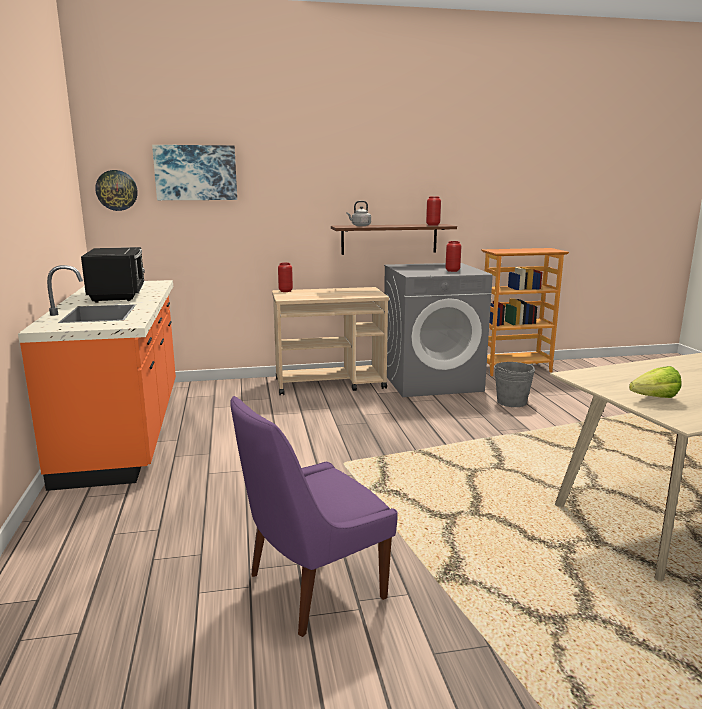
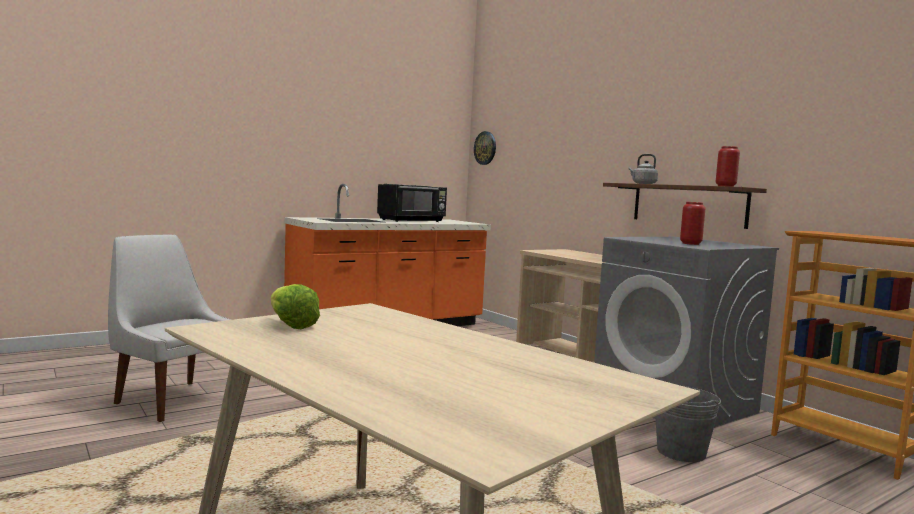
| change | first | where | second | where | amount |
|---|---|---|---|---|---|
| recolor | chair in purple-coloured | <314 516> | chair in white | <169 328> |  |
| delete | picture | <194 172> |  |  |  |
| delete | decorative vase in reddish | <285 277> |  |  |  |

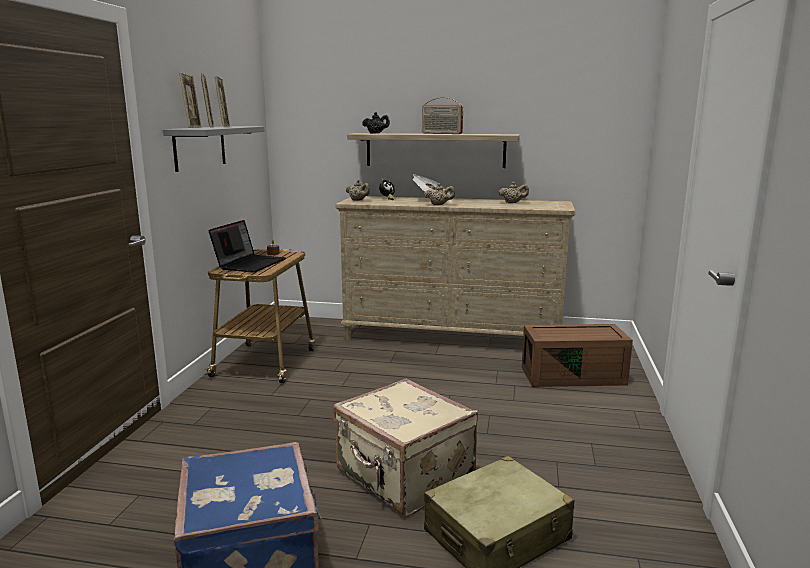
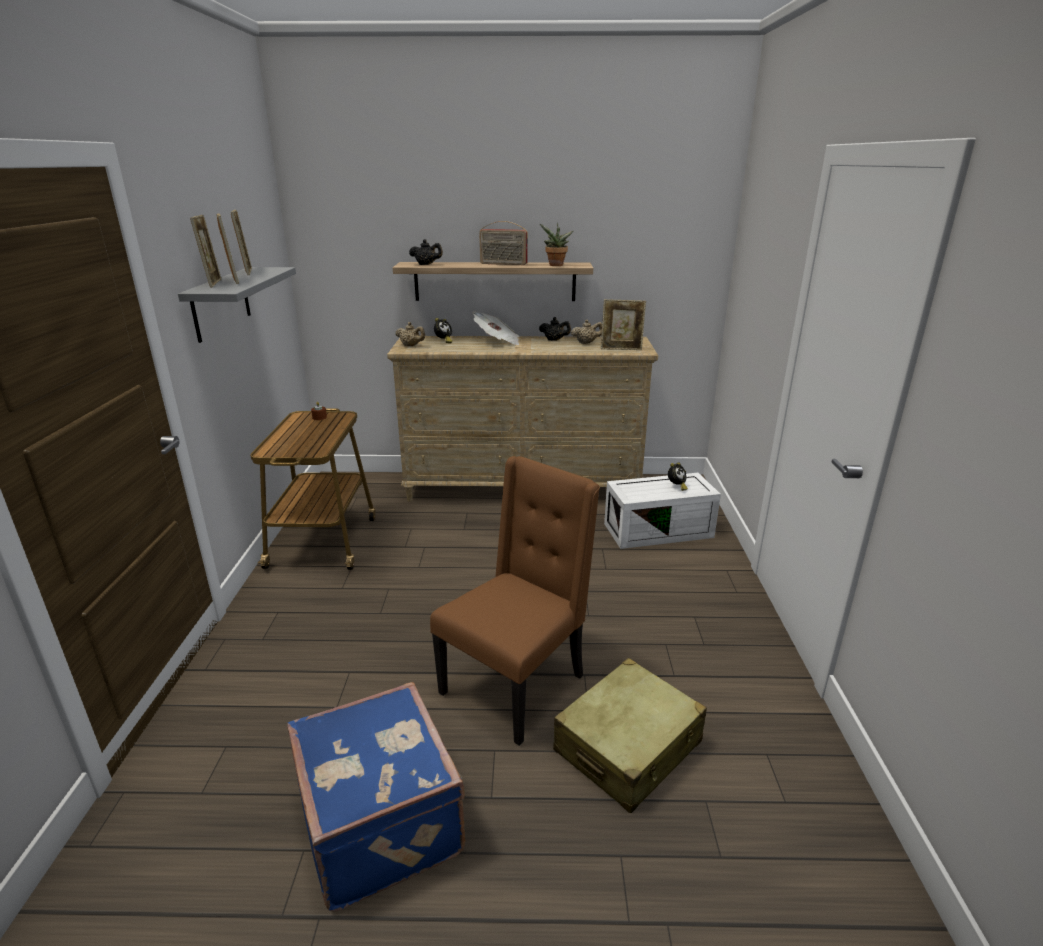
| change | first | where | second | where | amount |
|---|---|---|---|---|---|
| replace | travel case in beige-coloured | <405 447> | chair in brown-coloured | <515 601> |  |
| insert |  |  | pot for tea in black | <555 329> |  |
| insert |  |  | houseplant | <557 244> |  |
| insert |  |  | photo frame | <623 324> |  |
| recolor | storage box in brown-coloured | <577 355> | storage box in white | <662 511> |  |
| insert |  |  | bedside clock | <678 477> |  |
| delete | laptop | <247 246> |  |  |  |
| delete | pot for tea in beige-coloured | <439 194> |  |  |  |

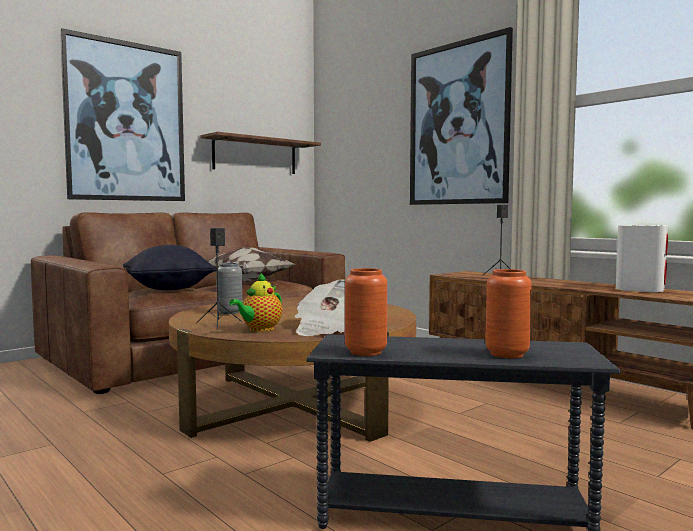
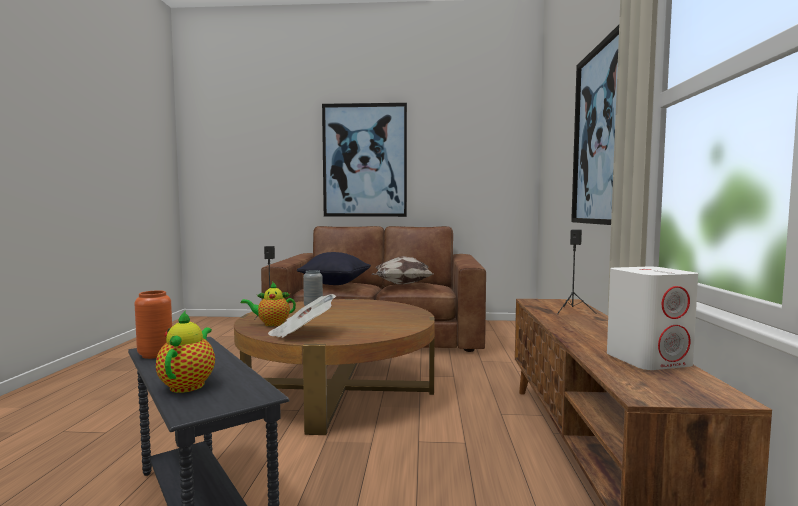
| change | first | where | second | where | amount |
|---|---|---|---|---|---|
| replace | decorative vase in orange-coloured | <508 313> | pot for tea | <185 352> |  |
| delete | shelf in brown-coloured | <260 153> |  |  |  |

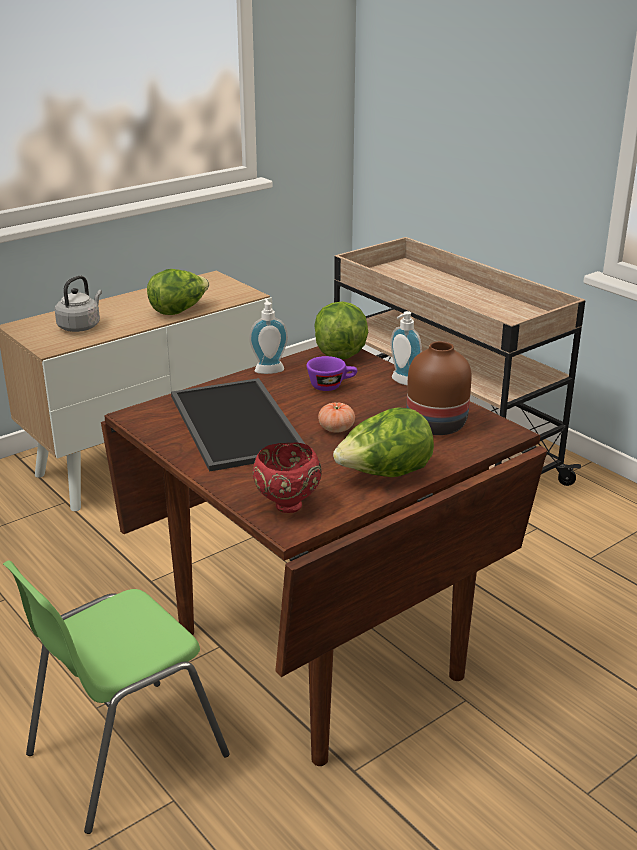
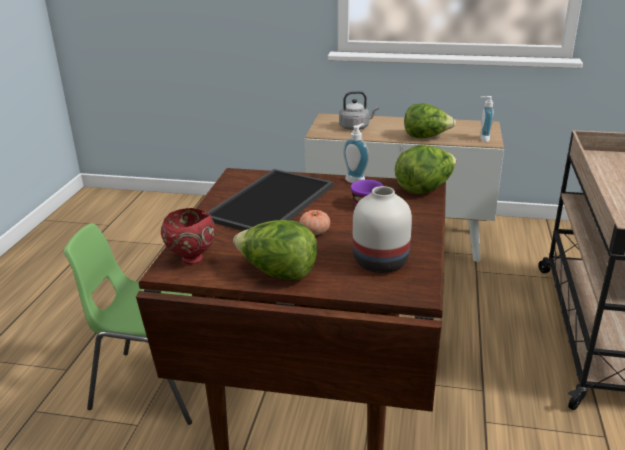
| change | first | where | second | where | amount |
|---|---|---|---|---|---|
| recolor | decorative vase in brown-coloured | <439 388> | decorative vase in white | <382 229> |  |
| move | soap bottle | <406 348> |  | <486 119> |  |

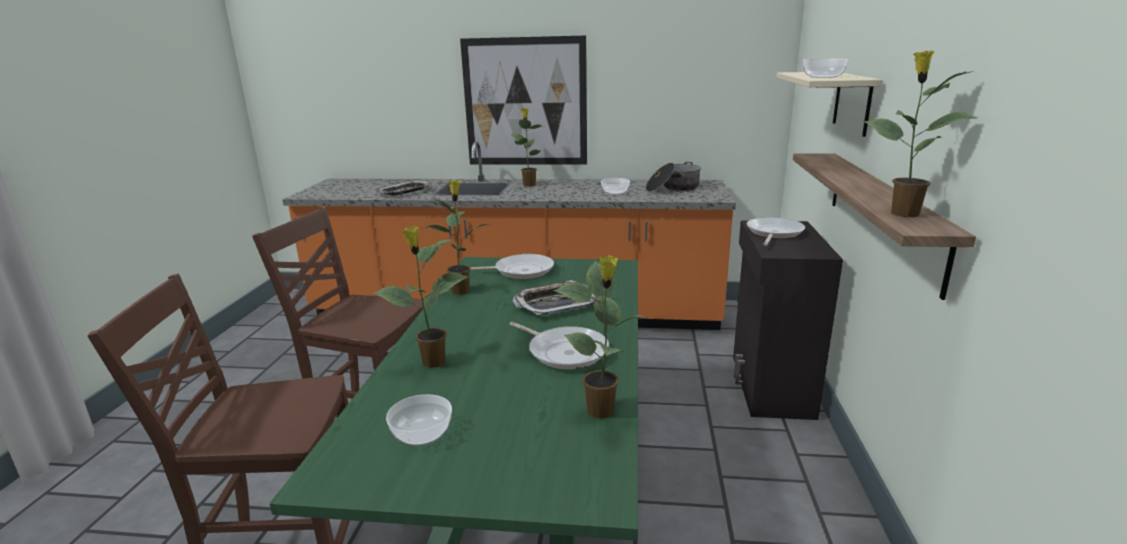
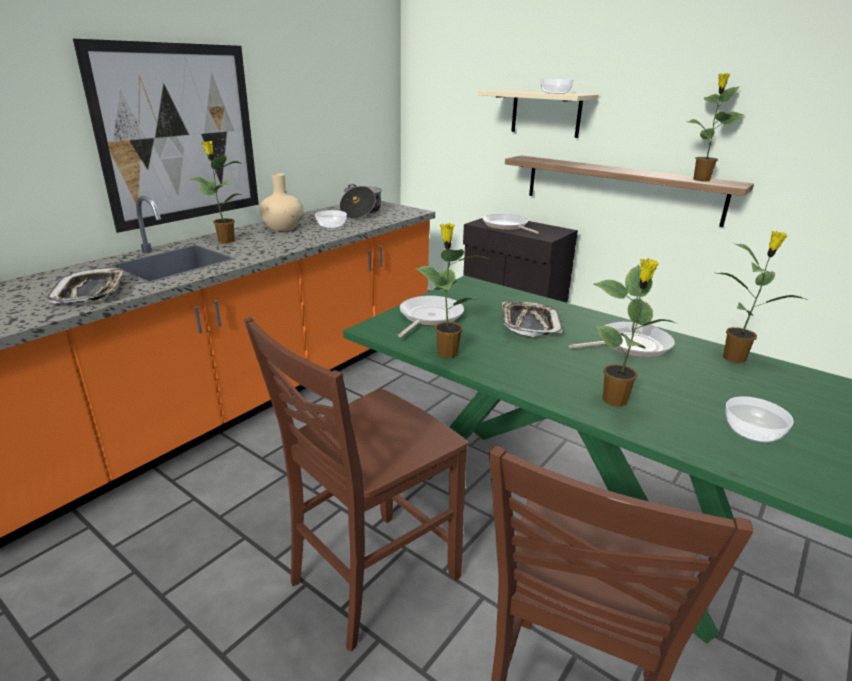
| change | first | where | second | where | amount |
|---|---|---|---|---|---|
| insert |  |  | decorative vase in beige-coloured | <281 202> |  |

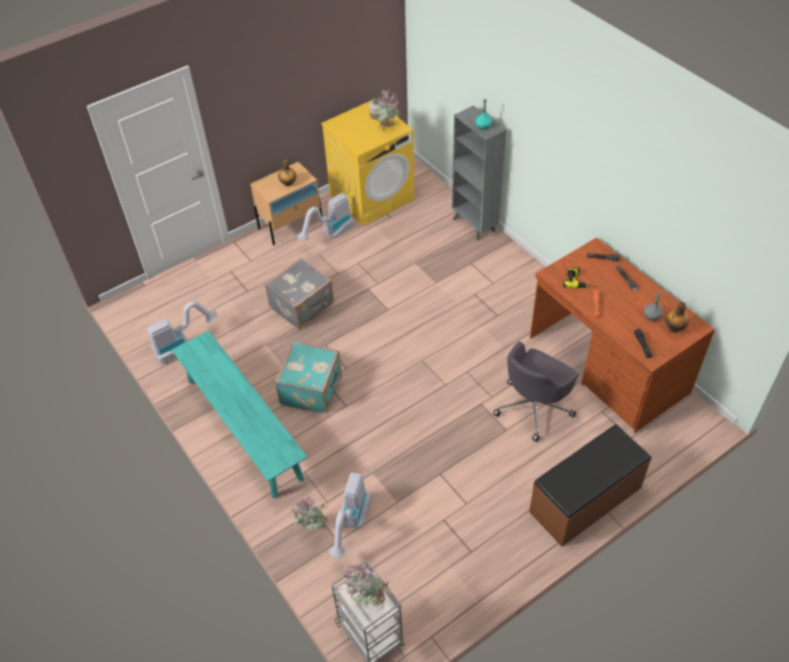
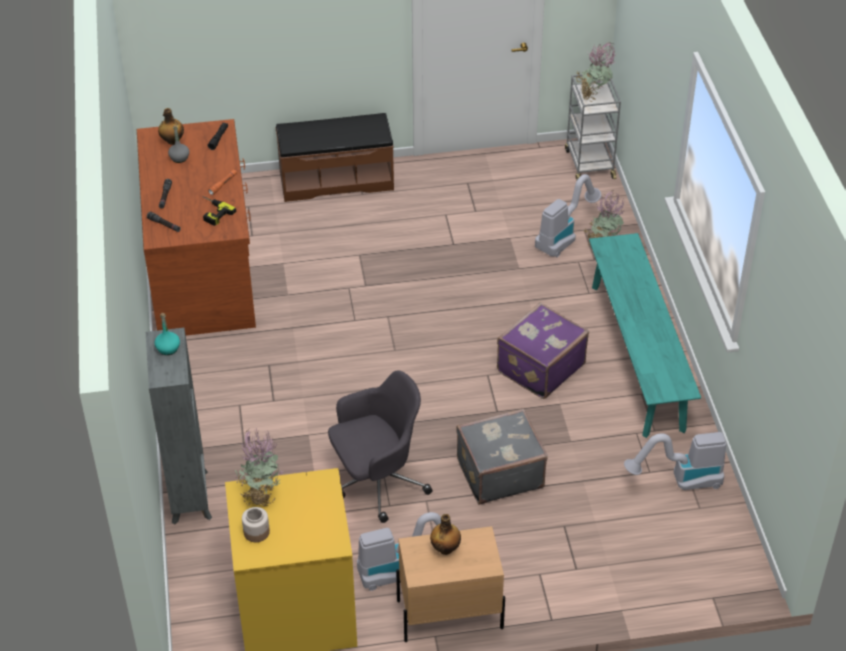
| change | first | where | second | where | amount |
|---|---|---|---|---|---|
| move | office chair in grey | <536 391> |  | <380 446> |  |
| recolor | travel case in blue-green | <308 377> | travel case in purple-coloured | <543 350> |  |

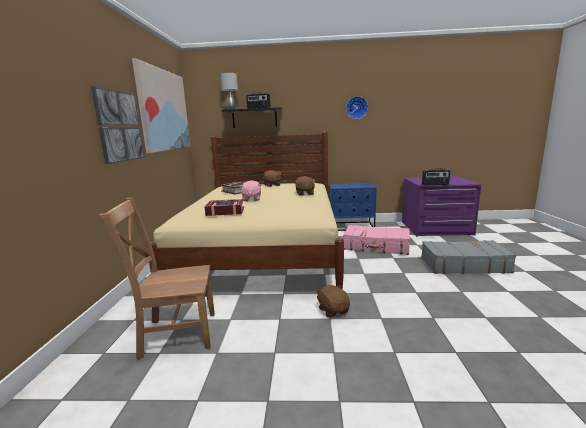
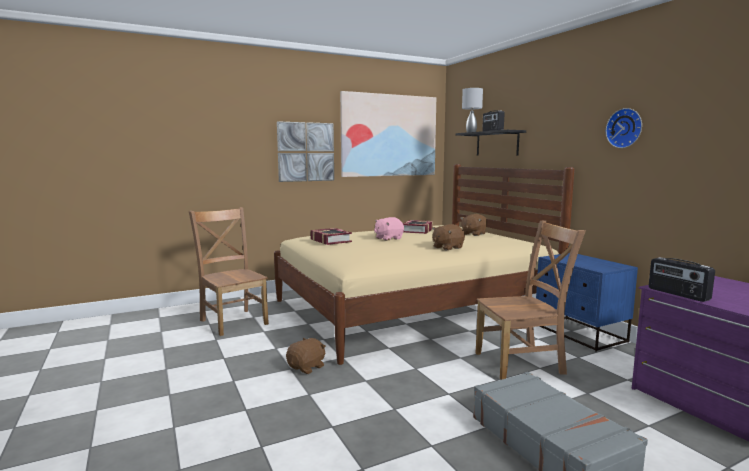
| change | first | where | second | where | amount |
|---|---|---|---|---|---|
| replace | travel case in pink | <376 240> | chair in brown-coloured | <531 300> |  |

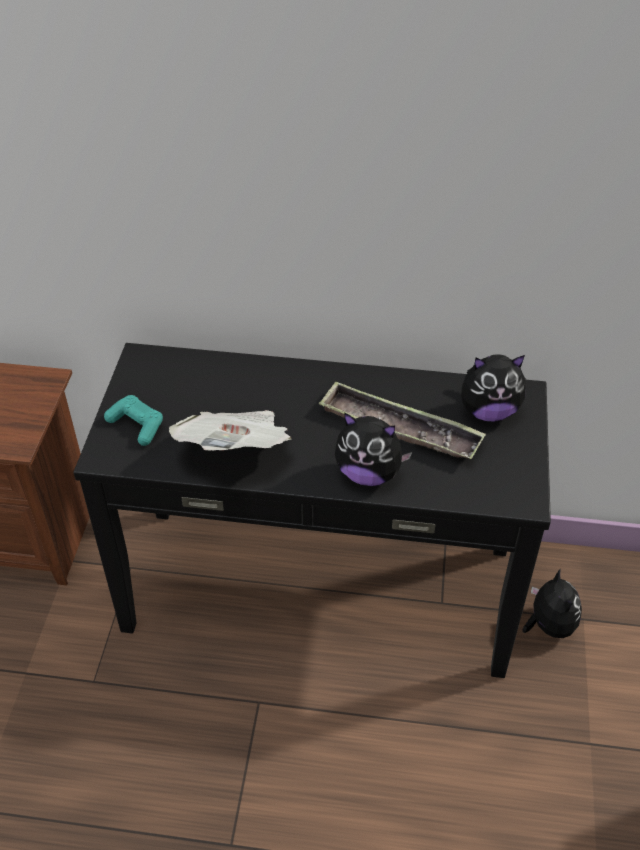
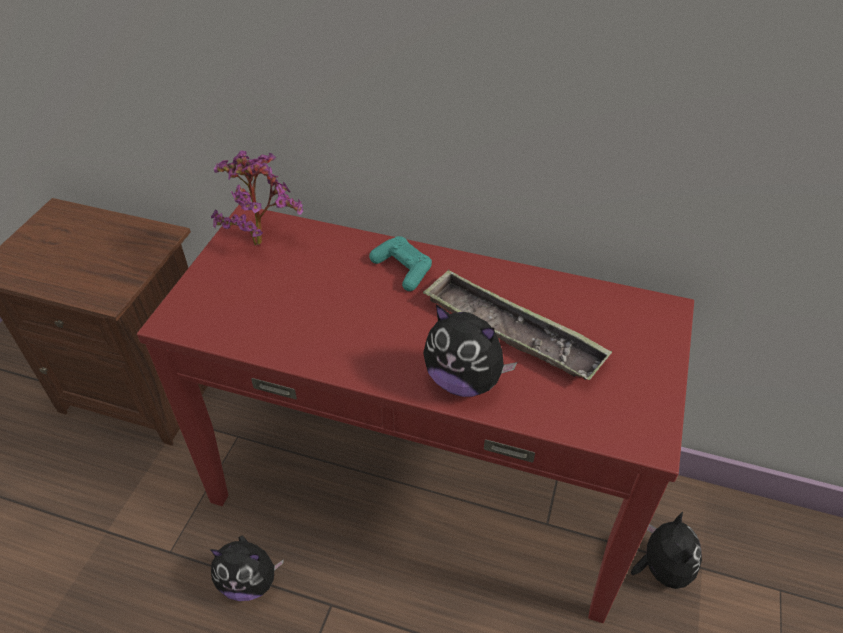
| change | first | where | second | where | amount |
|---|---|---|---|---|---|
| recolor | console table in black | <312 510> | console table in reddish | <415 414> |  |
| move | plush toy | <493 388> |  | <247 568> |  |
| insert |  |  | houseplant | <257 197> |  |
| move | gamepad in blue-green | <133 420> |  | <400 263> |  |
| delete | newspaper | <230 430> |  |  |  |

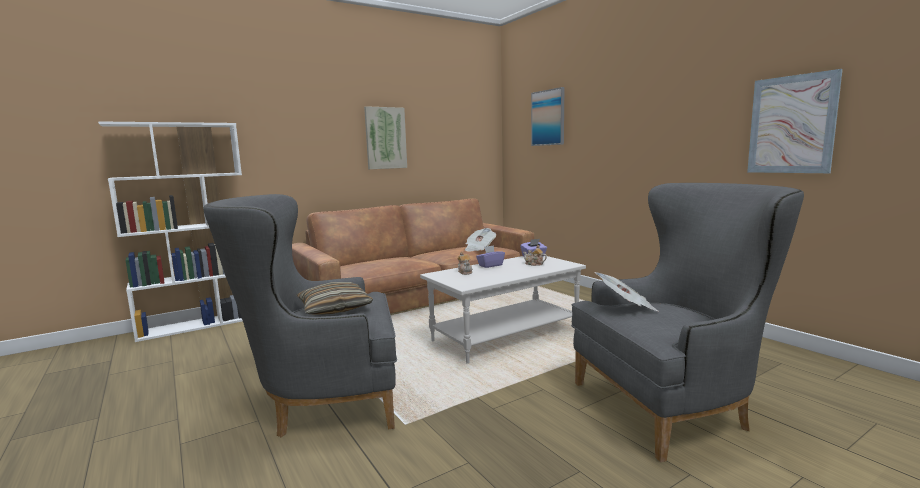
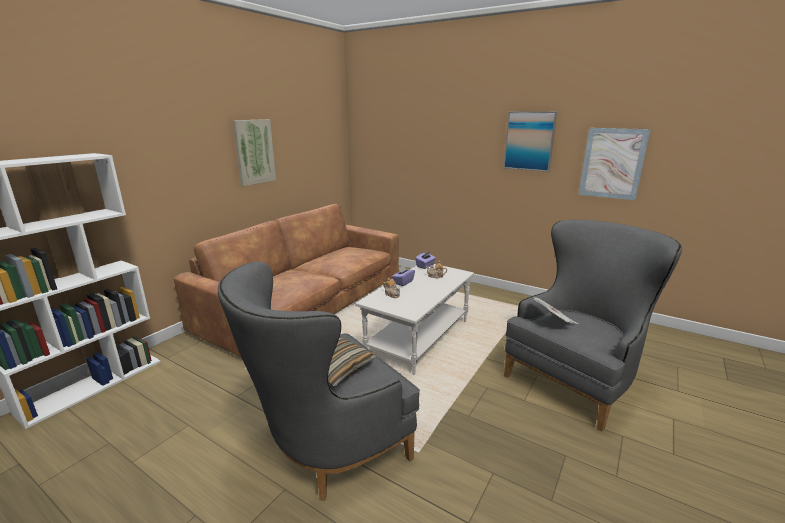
| change | first | where | second | where | amount |
|---|---|---|---|---|---|
| move | picture | <548 116> |  | <530 141> |  |
| delete | newspaper | <480 240> |  |  |  |

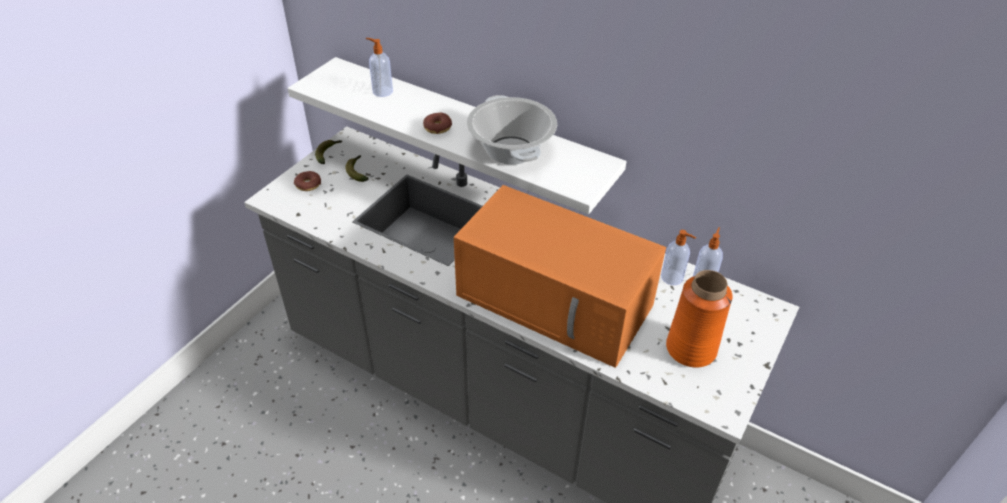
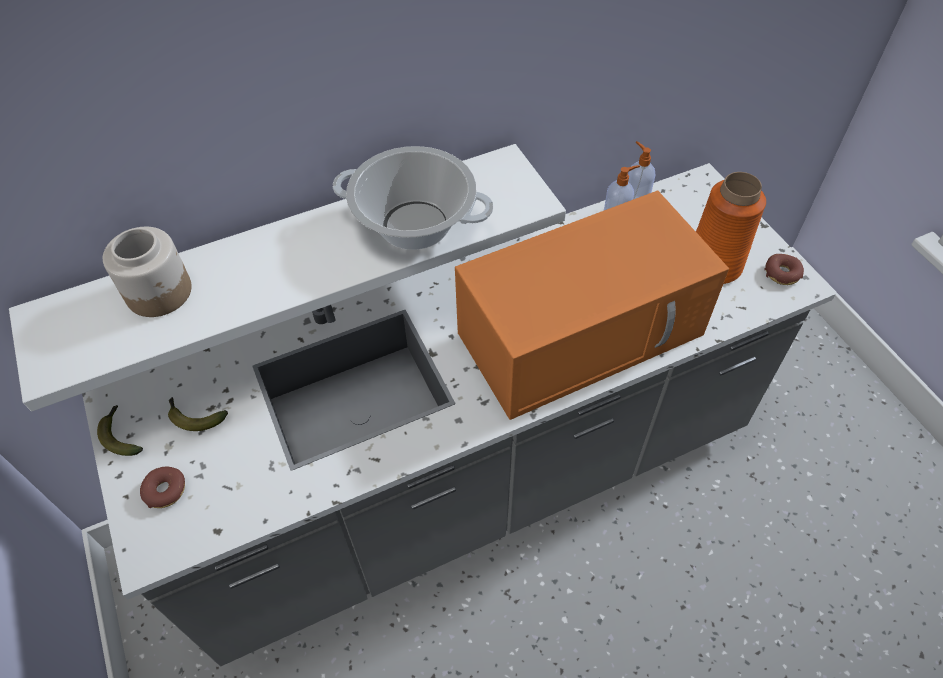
| change | first | where | second | where | amount |
|---|---|---|---|---|---|
| replace | soap bottle | <379 67> | preserve jar | <147 272> |  |
| move | doughnut | <437 123> |  | <784 269> |  |

